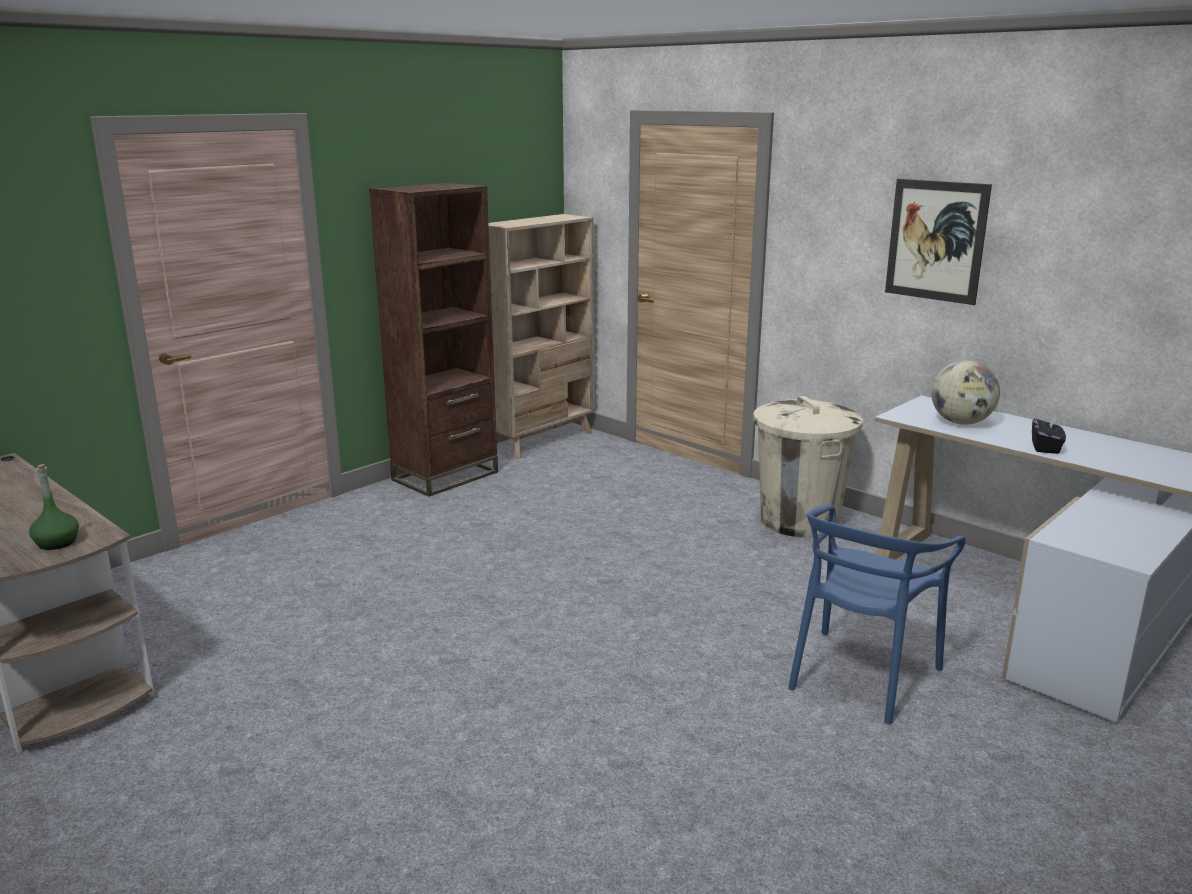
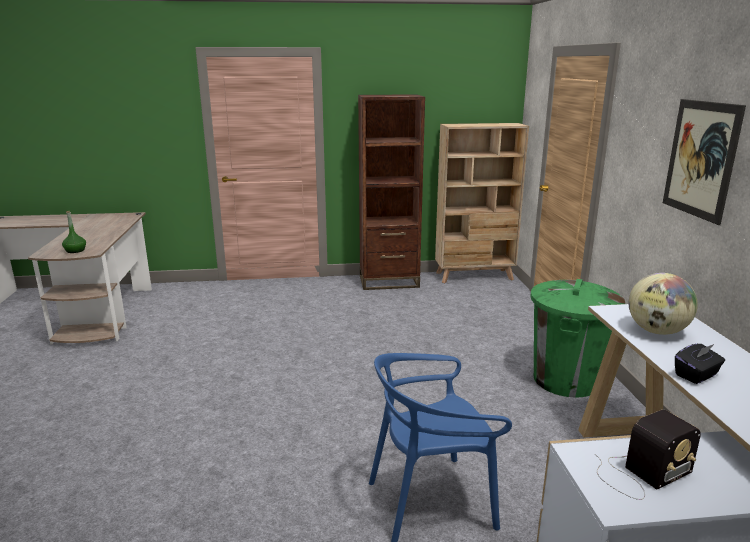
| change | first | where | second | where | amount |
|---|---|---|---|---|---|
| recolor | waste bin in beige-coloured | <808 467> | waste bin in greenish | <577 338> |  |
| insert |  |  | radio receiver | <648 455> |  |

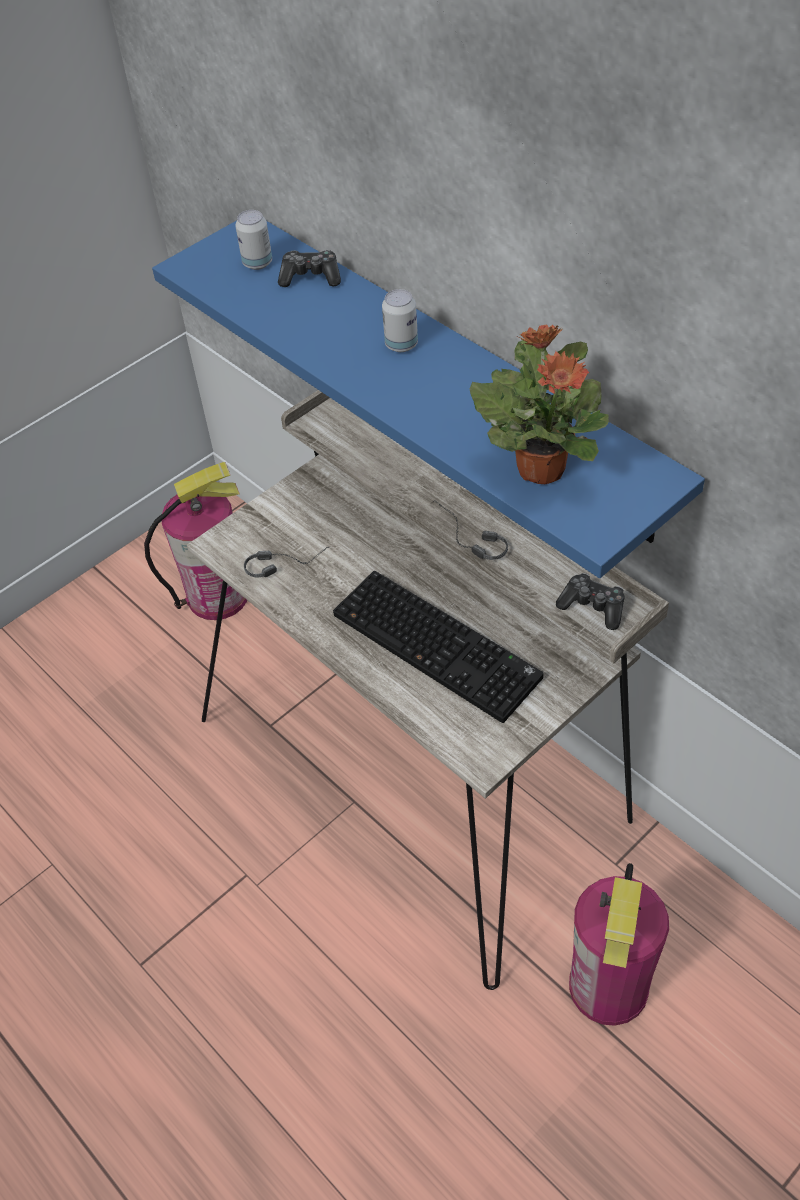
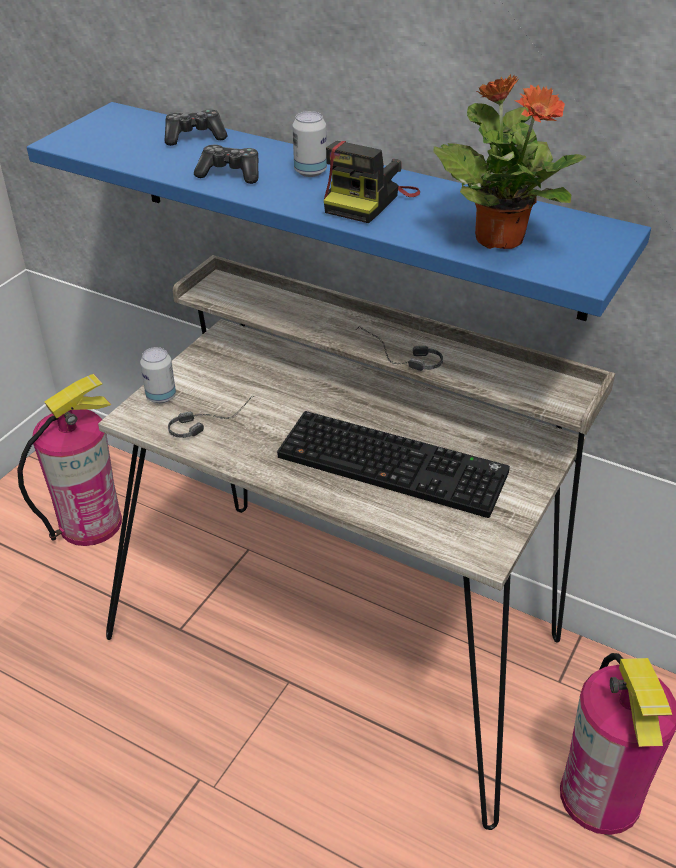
| change | first | where | second | where | amount |
|---|---|---|---|---|---|
| move | sealed can | <253 240> |  | <158 375> |  |
| move | gamepad | <590 601> |  | <226 164> |  |
| insert |  |  | still camera | <372 182> |  |

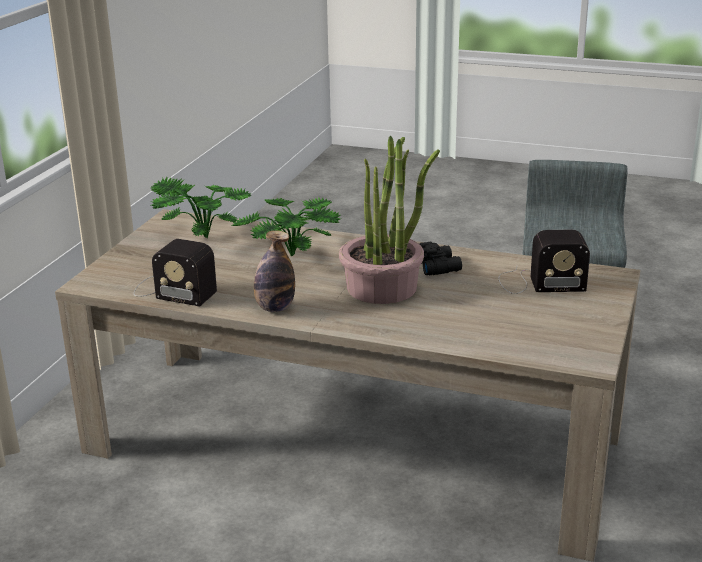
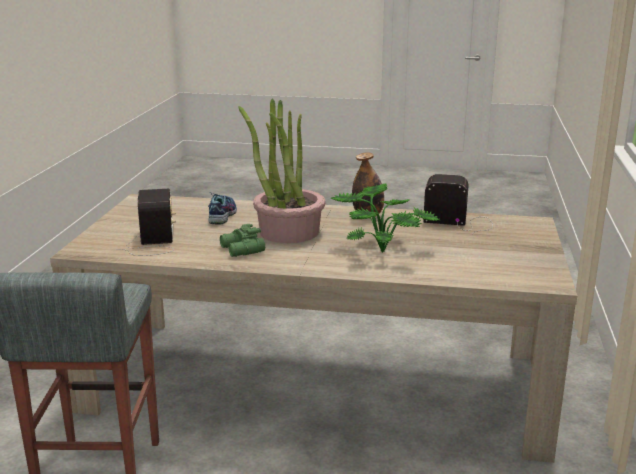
| change | first | where | second | where | amount |
|---|---|---|---|---|---|
| rotate | radio receiver | <544 262> |  | <146 222> | 90 degrees clockwise |
| insert |  |  | item of footwear | <222 208> |  |
| recolor | binoculars in black | <440 259> | binoculars in greenish | <242 240> |  |
| delete | houseplant | <201 207> |  |  |  |

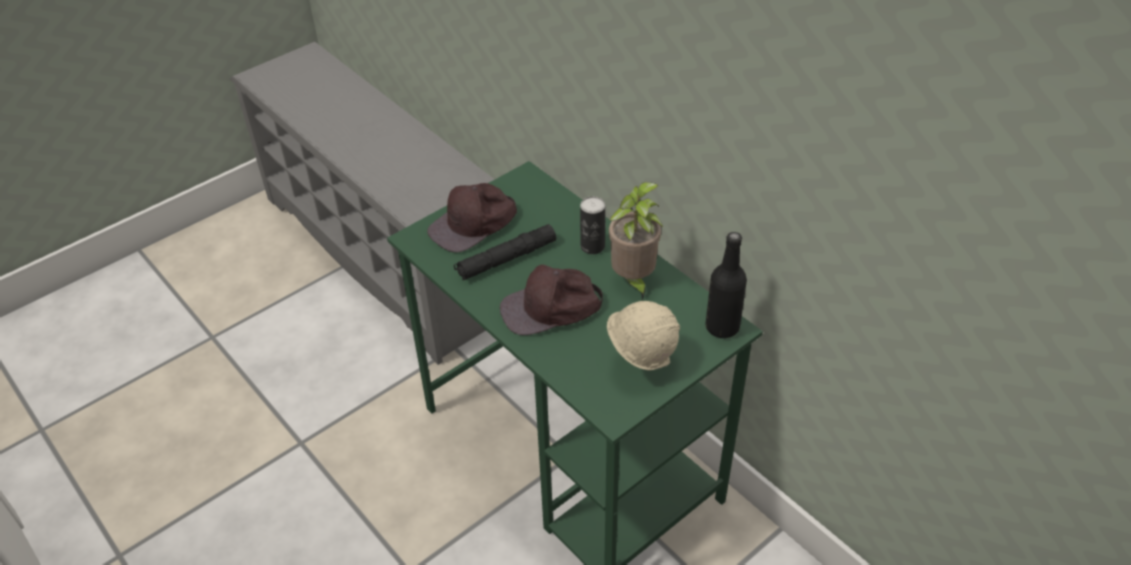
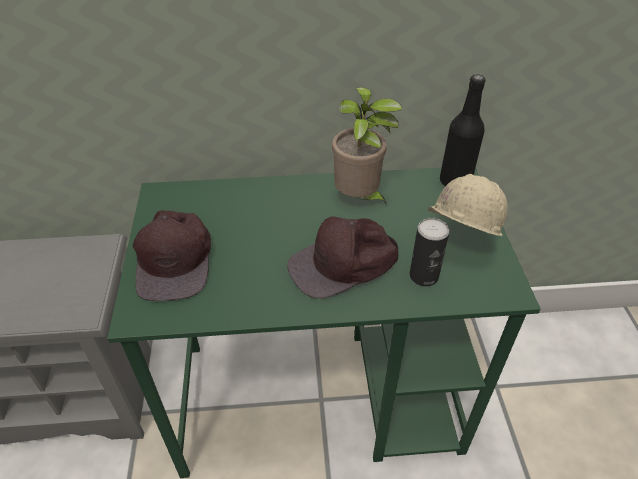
| change | first | where | second | where | amount |
|---|---|---|---|---|---|
| rotate | baseball cap in brown-coloured | <551 300> |  | <343 258> | 45 degrees clockwise |
| move | sealed can | <592 225> |  | <429 252> |  |
| delete | hand torch in black | <505 252> |  |  |  |

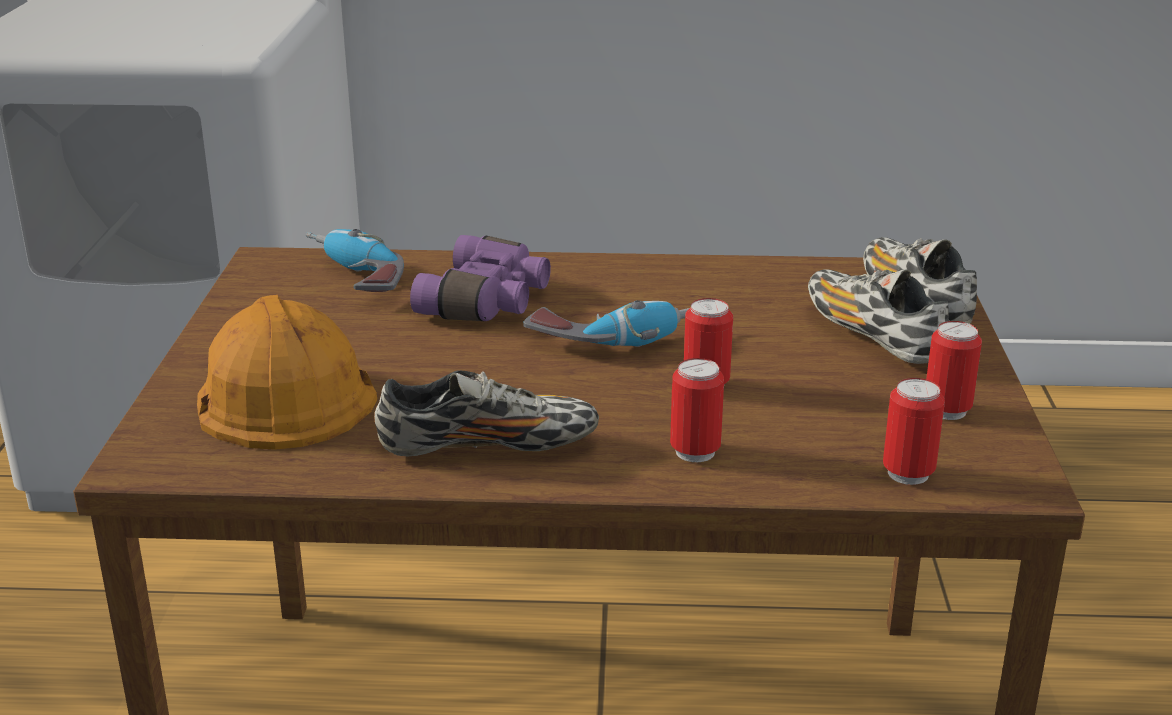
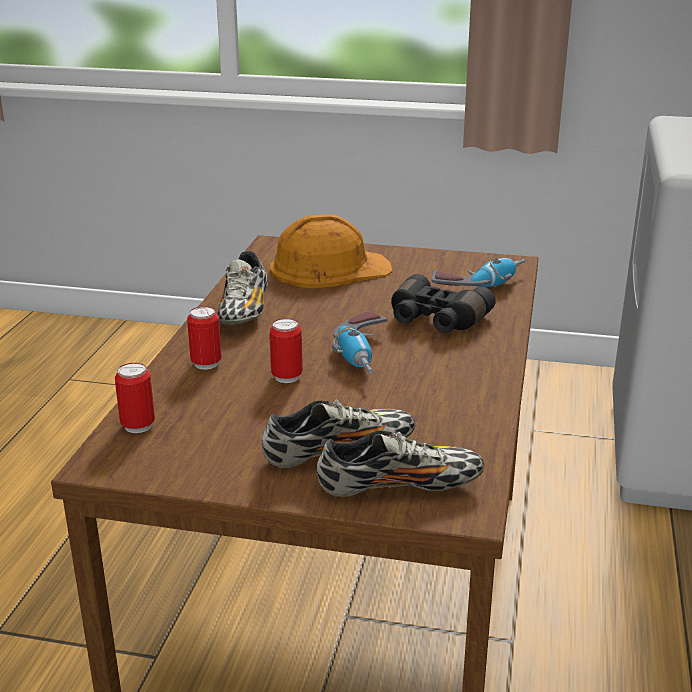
| change | first | where | second | where | amount |
|---|---|---|---|---|---|
| recolor | binoculars in purple-coloured | <480 278> | binoculars in black | <443 303> |  |
| delete | sealed can | <954 370> |  |  |  |

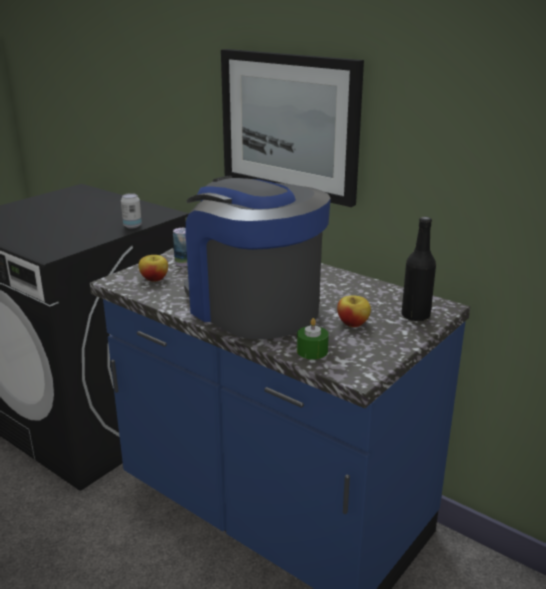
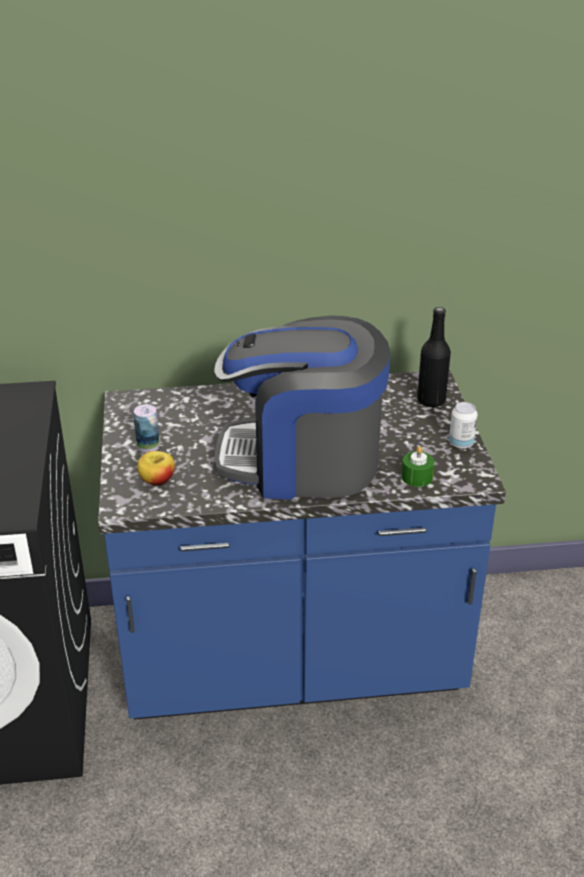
| change | first | where | second | where | amount |
|---|---|---|---|---|---|
| move | sealed can | <131 210> |  | <463 425> |  |
| delete | picture | <292 128> |  |  |  |
| delete | whole apple | <354 311> |  |  |  |

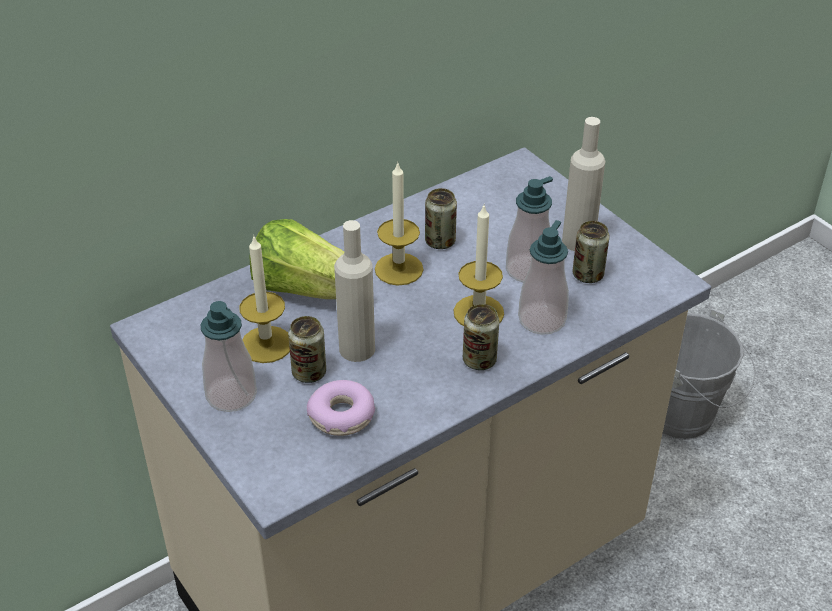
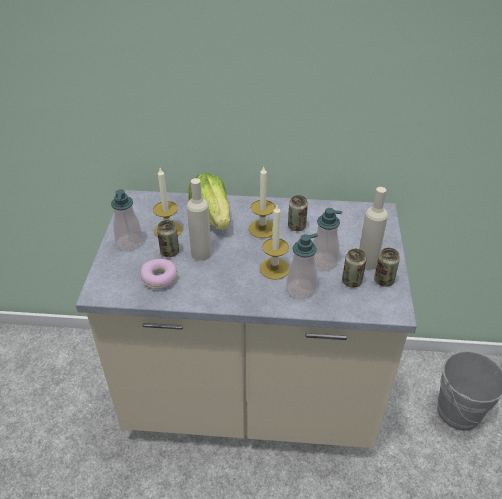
| change | first | where | second | where | amount |
|---|---|---|---|---|---|
| move | sealed can | <481 337> |  | <387 267> |  |

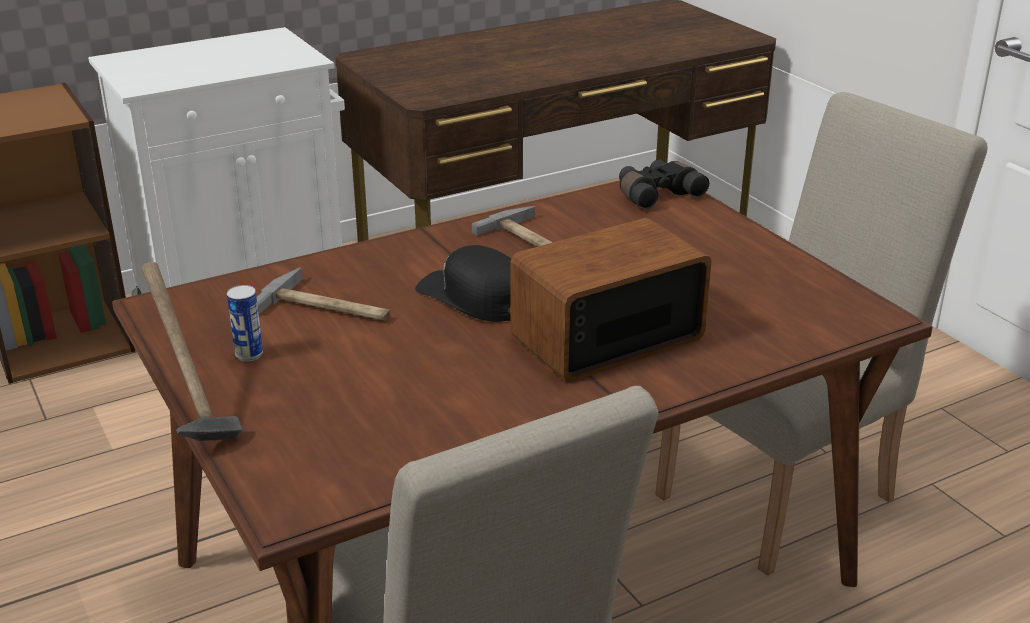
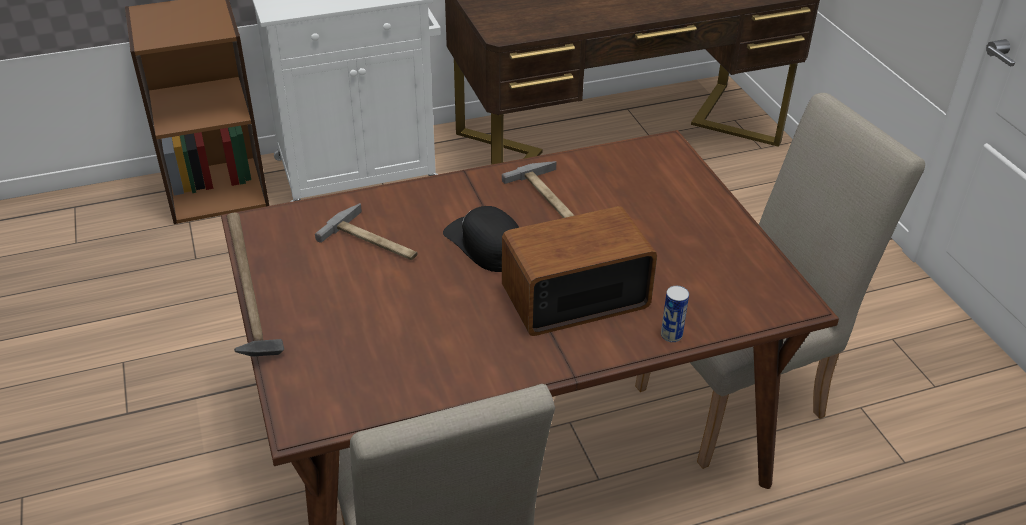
| change | first | where | second | where | amount |
|---|---|---|---|---|---|
| move | sealed can | <245 323> |  | <675 314> |  |
| delete | binoculars in black | <664 184> |  |  |  |

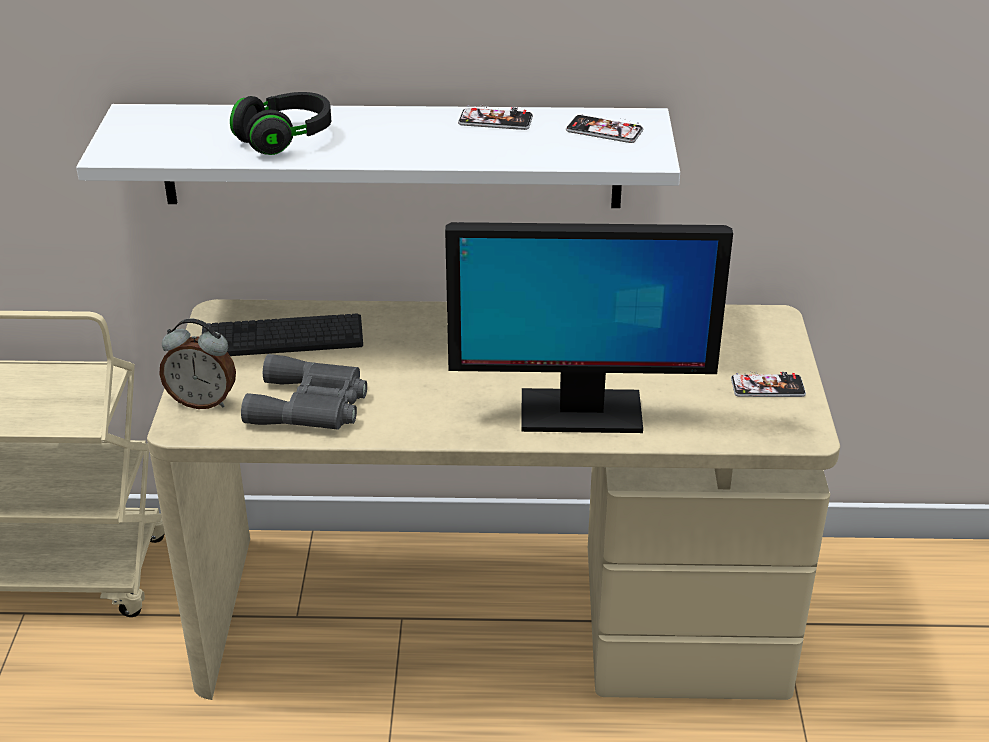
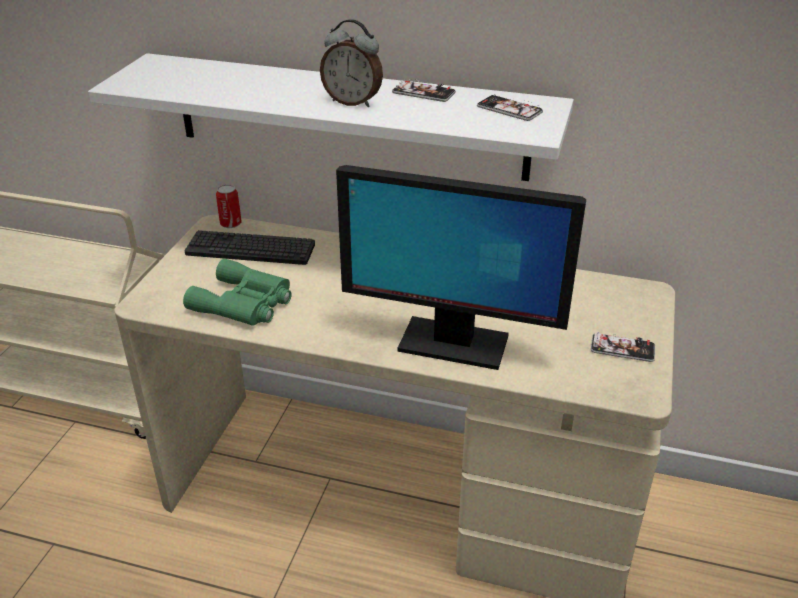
| change | first | where | second | where | amount |
|---|---|---|---|---|---|
| recolor | binoculars in grey | <304 392> | binoculars in greenish | <237 292> |  |
| insert |  |  | sealed can | <229 206> |  |
| move | bedside clock | <197 364> |  | <351 63> |  |
| delete | headset in black | <280 123> |  |  |  |

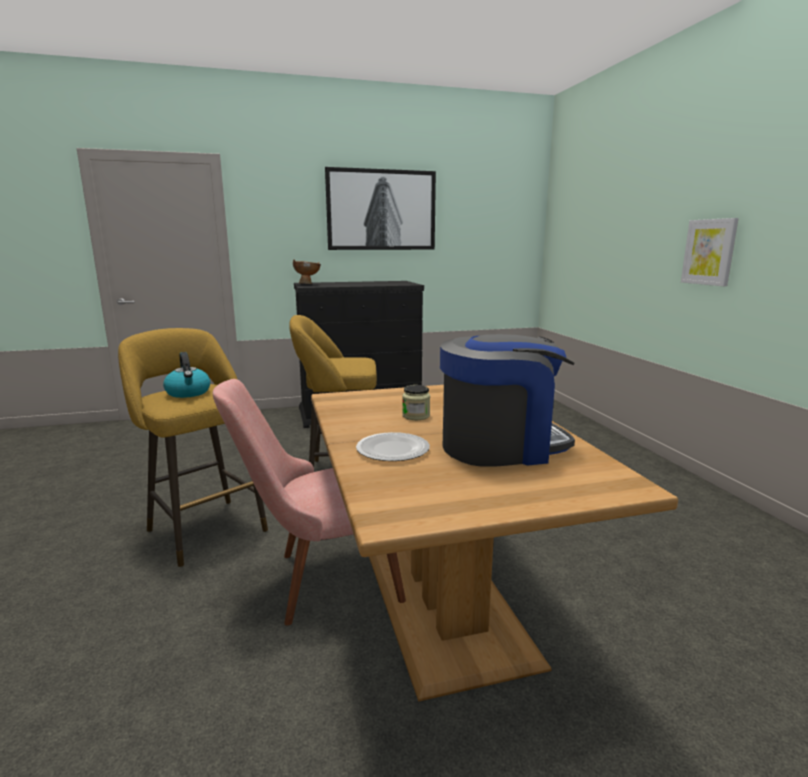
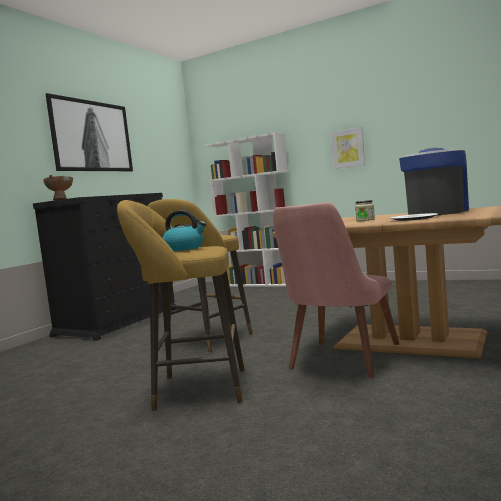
| change | first | where | second | where | amount |
|---|---|---|---|---|---|
| insert |  |  | bookcase in white | <246 209> |  |

